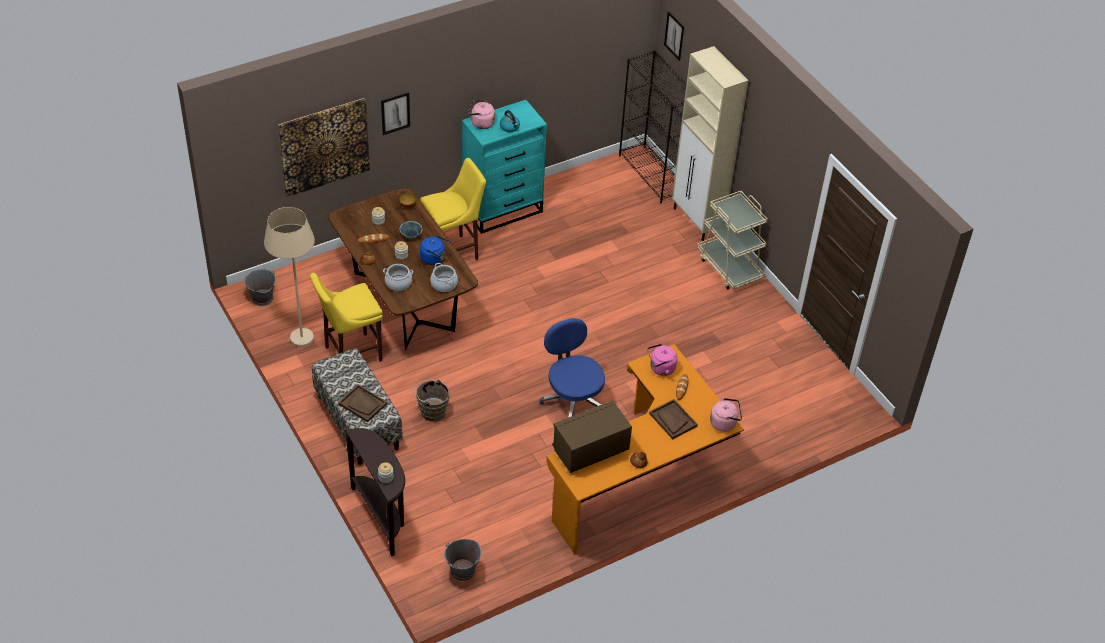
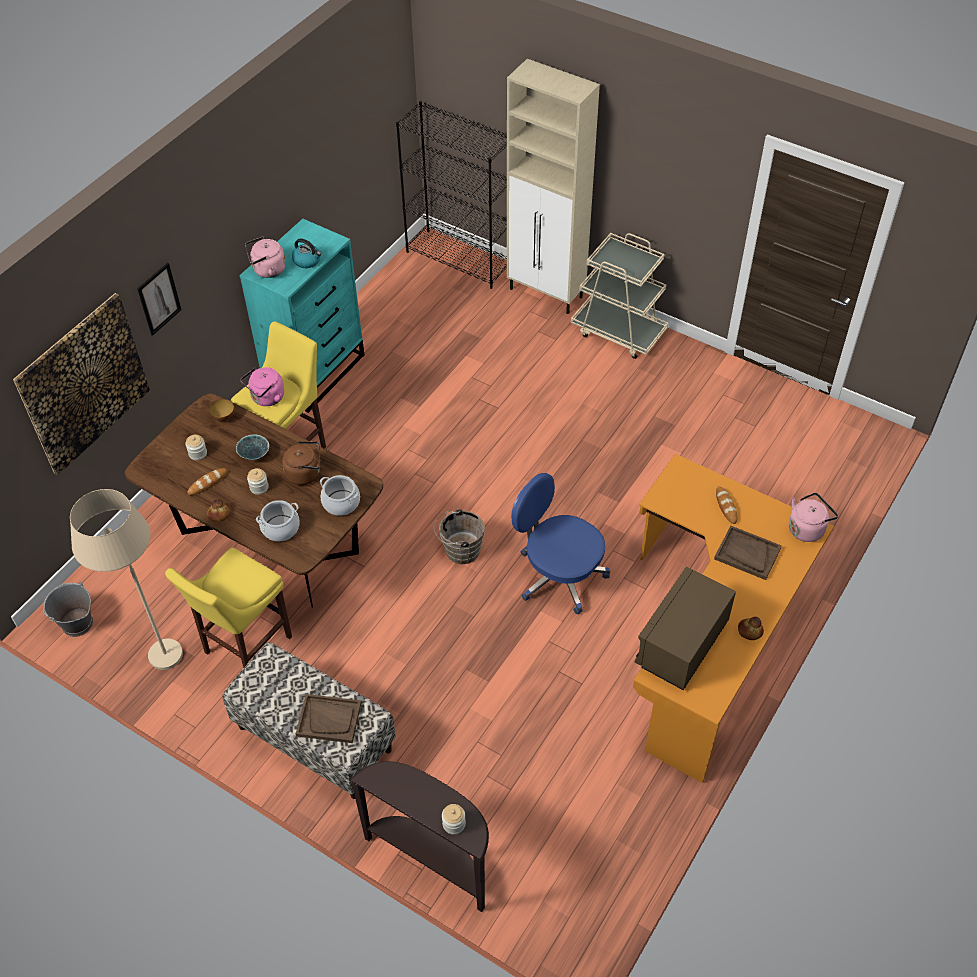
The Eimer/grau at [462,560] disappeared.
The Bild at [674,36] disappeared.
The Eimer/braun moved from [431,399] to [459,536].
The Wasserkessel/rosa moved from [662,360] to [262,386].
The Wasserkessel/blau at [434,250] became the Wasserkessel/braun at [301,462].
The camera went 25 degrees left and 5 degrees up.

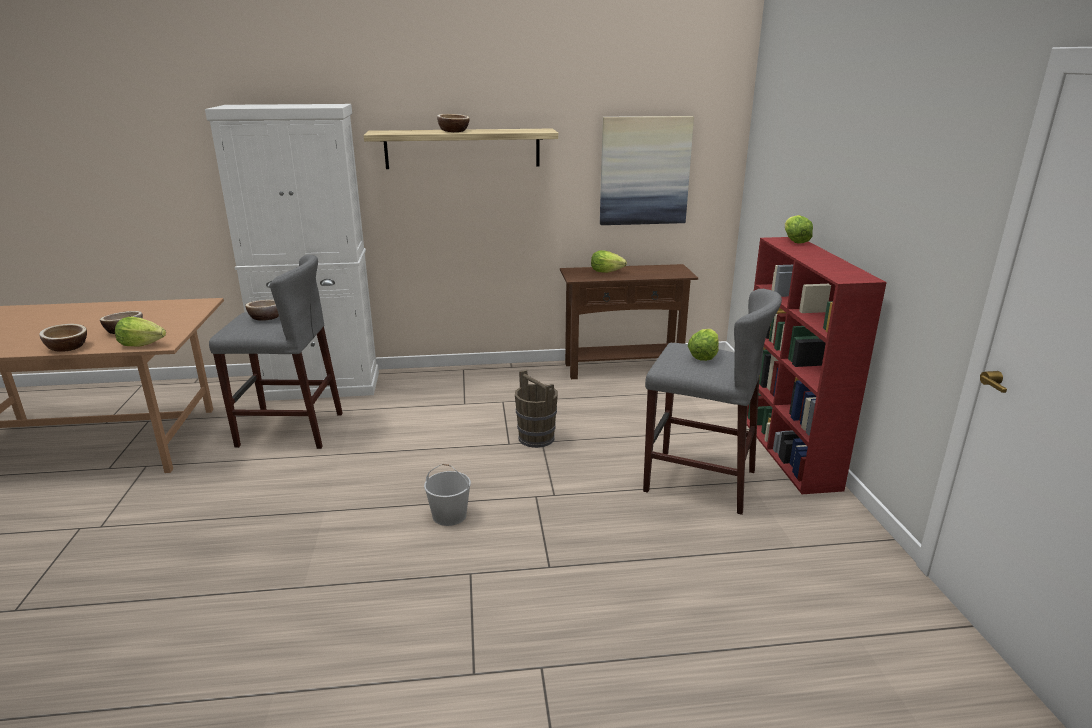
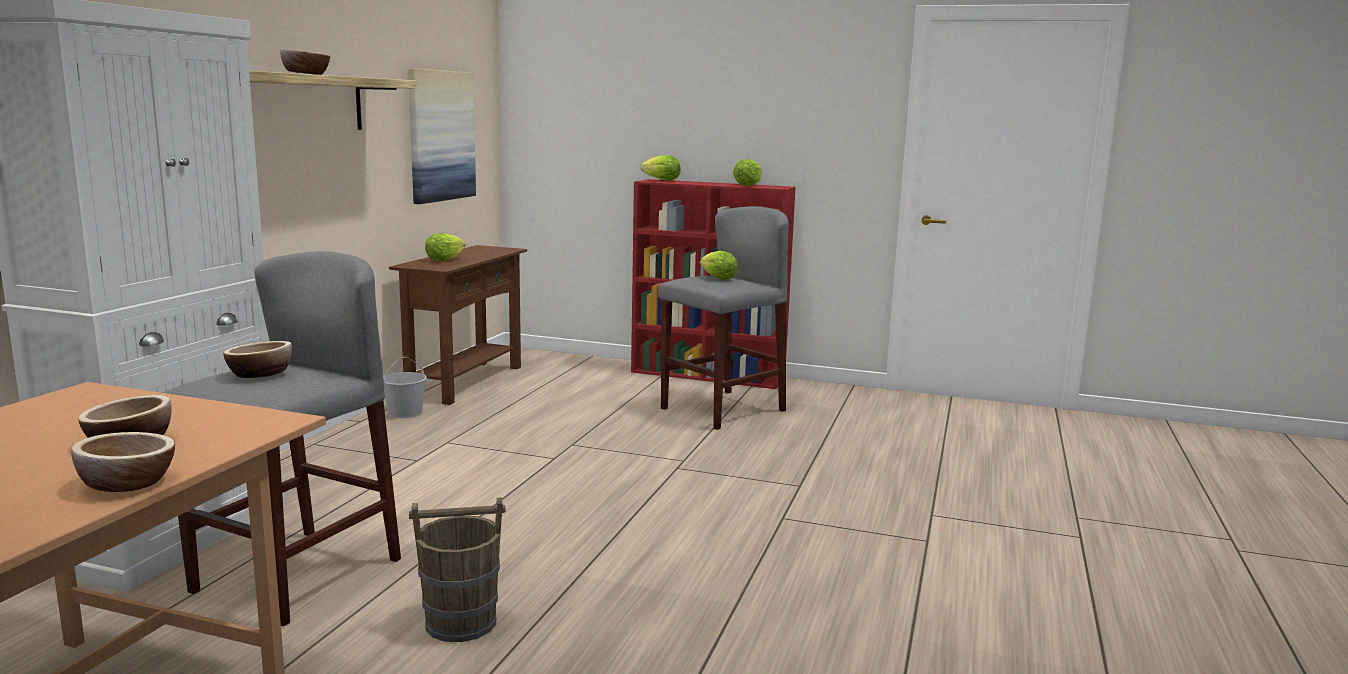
The Salatkopf moved from [140,332] to [747,172].
The Eimer/weiß moved from [447,495] to [405,387].
The Eimer/braun moved from [536,409] to [457,569].
The camera went 65 degrees left and 10 degrees down.

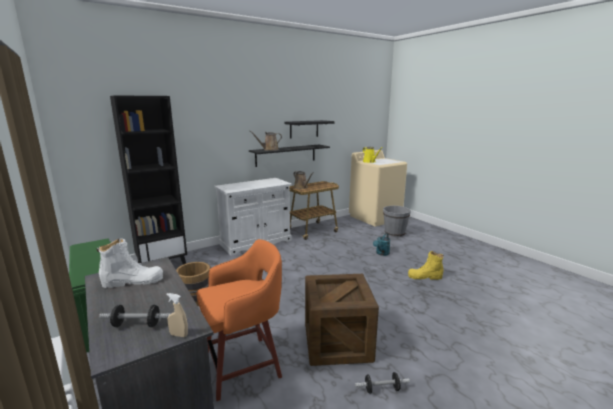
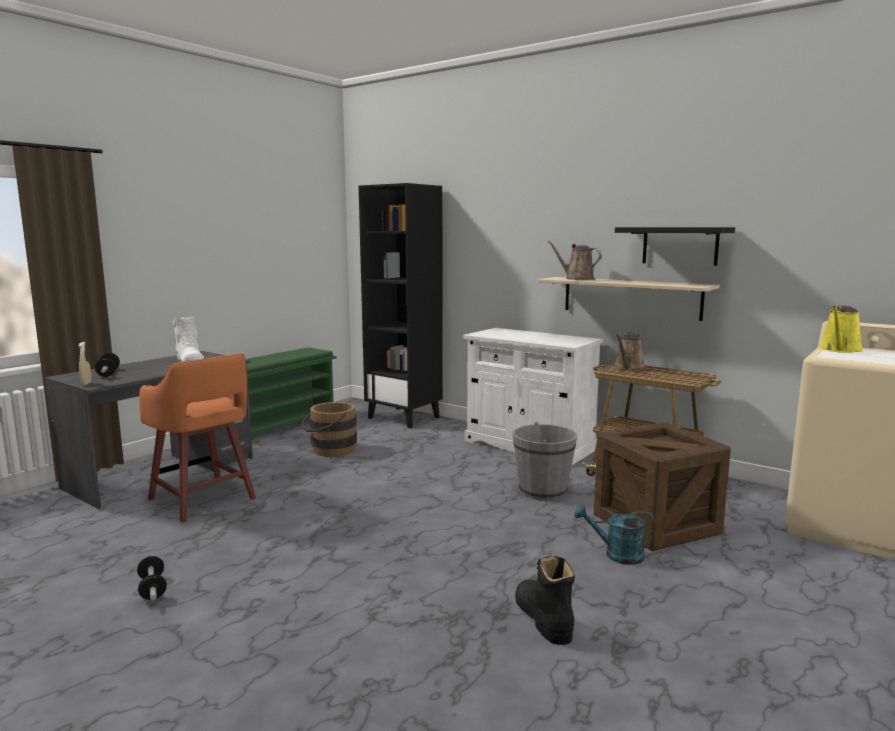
The Kiste moved from [342,320] to [662,486].
The Eimer/grau moved from [397,221] to [545,461].
The Wandregal/schwarz at [289,156] became the Wandregal/beige at [628,299].
The Stiefel/gelb at [426,265] became the Stiefel/schwarz at [545,600].
The camera went 70 degrees right and 5 degrees down.

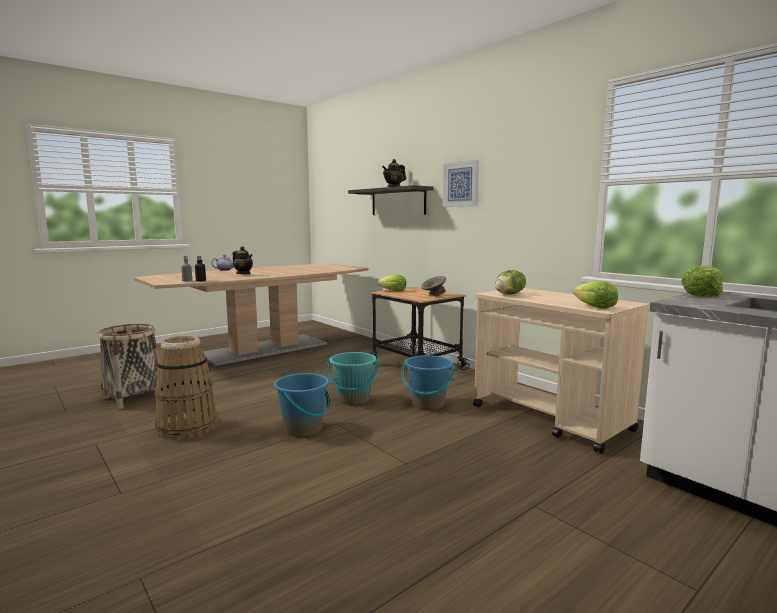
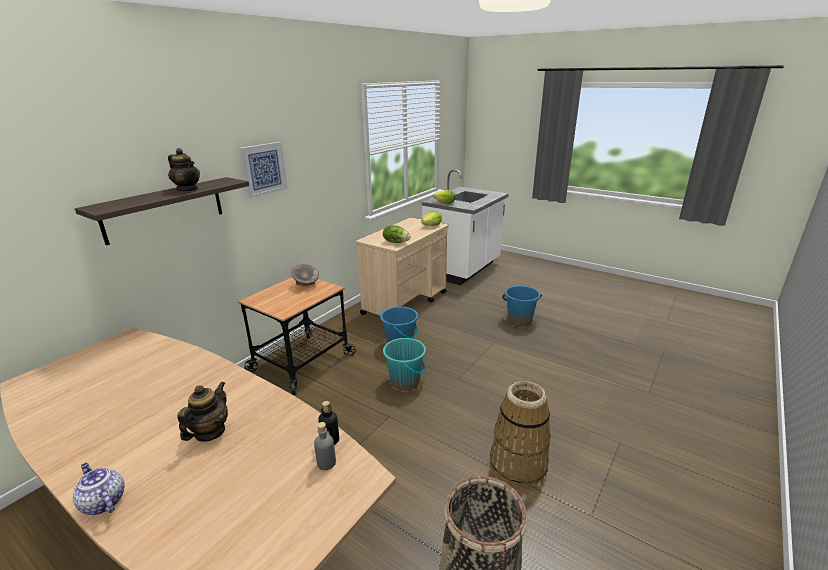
The Salatkopf at [392,283] disappeared.
The Eimer/blau moved from [302,405] to [522,306].
The camera went 105 degrees left and 15 degrees up.

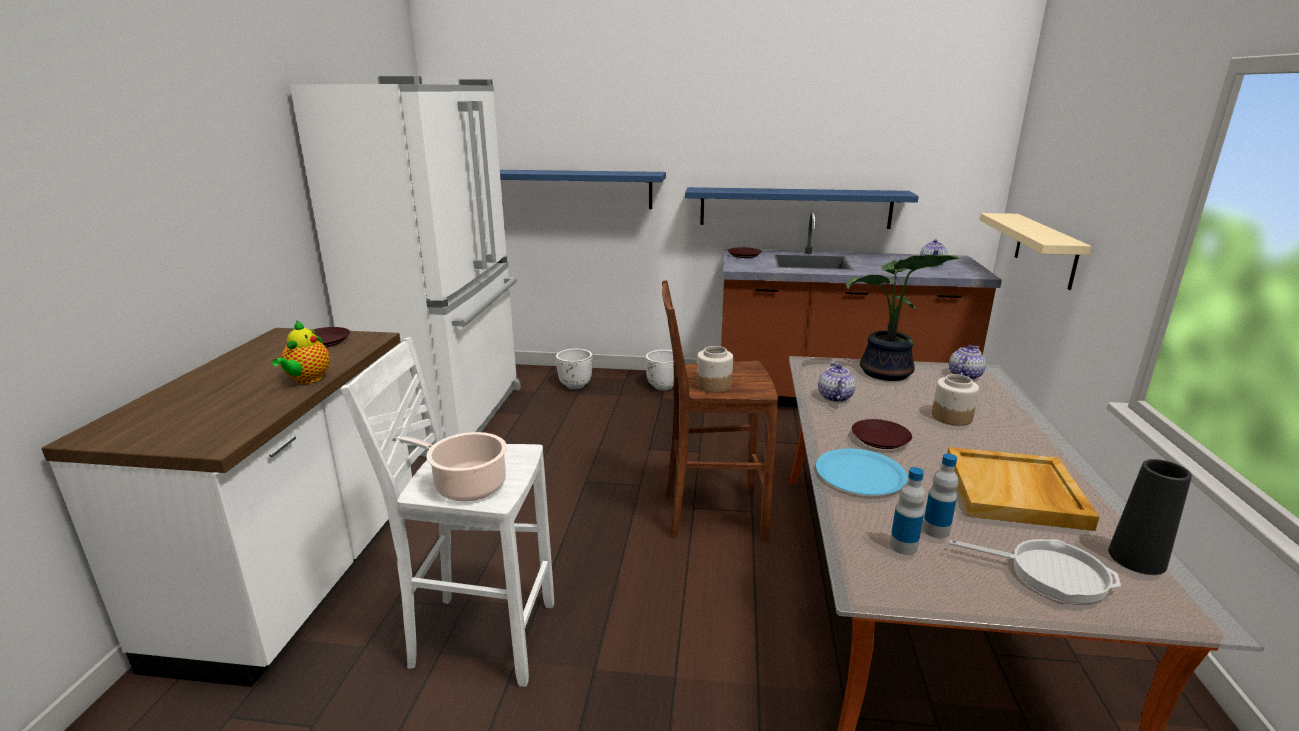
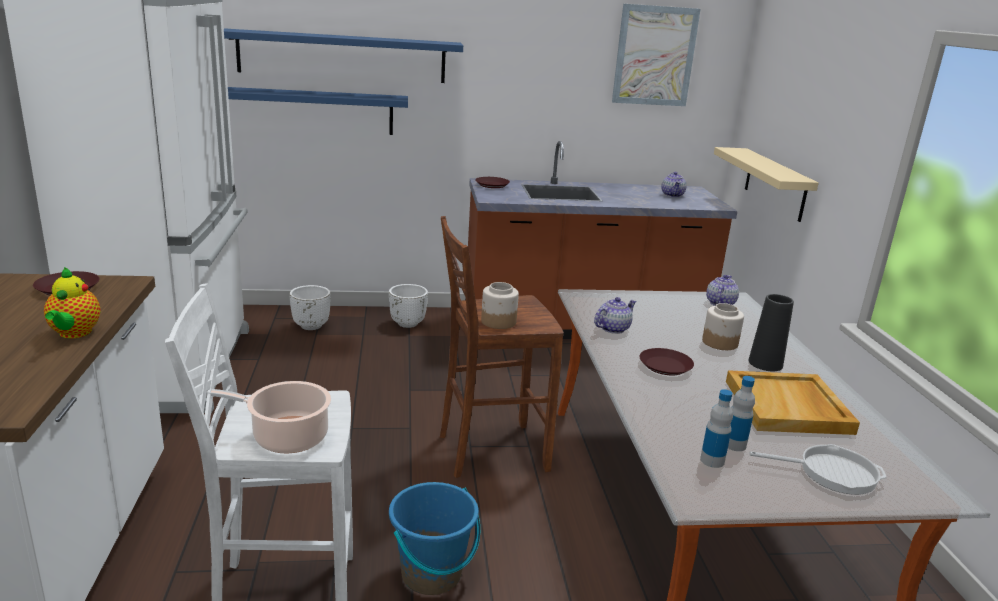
The Teller/blau at [862,471] disappeared.
The Topfpflanze at [902,317] disappeared.
The Eimer/blau at [434,538] appeared.
The Bild at [656,55] appeared.
The Wandregal/blau moved from [802,208] to [343,55].
The Vase/schwarz moved from [1150,517] to [771,332].
The Teekanne at [837,382] turned 60 degrees clockwise.
The camera went 15 degrees left and 0 degrees up.

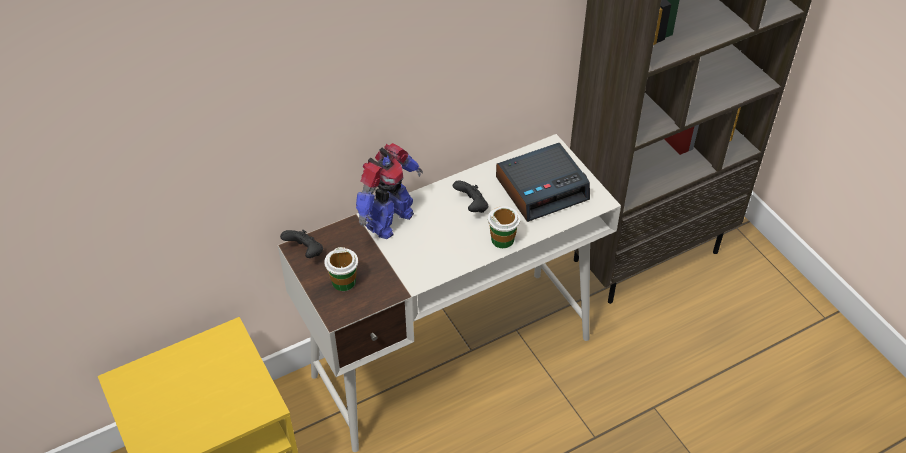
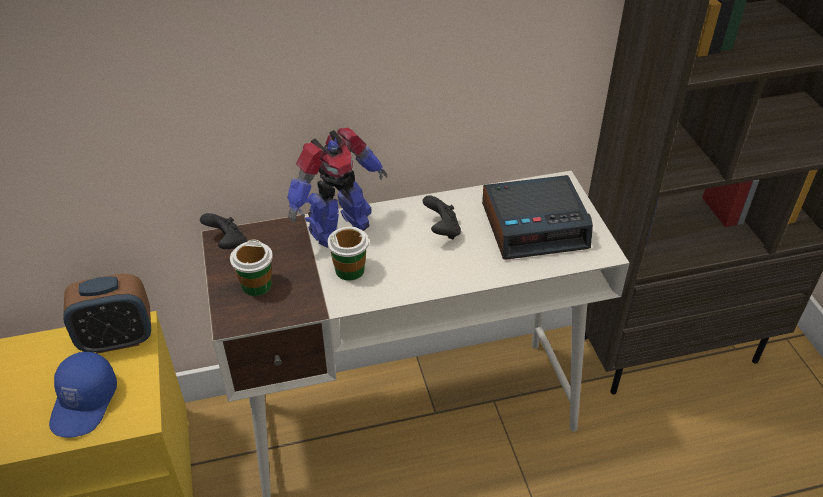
The Kappe/blau at [83,395] appeared.
The Wecker at [107,314] appeared.
The Tasse moved from [504,227] to [348,253].
The camera went 15 degrees right and 5 degrees down.

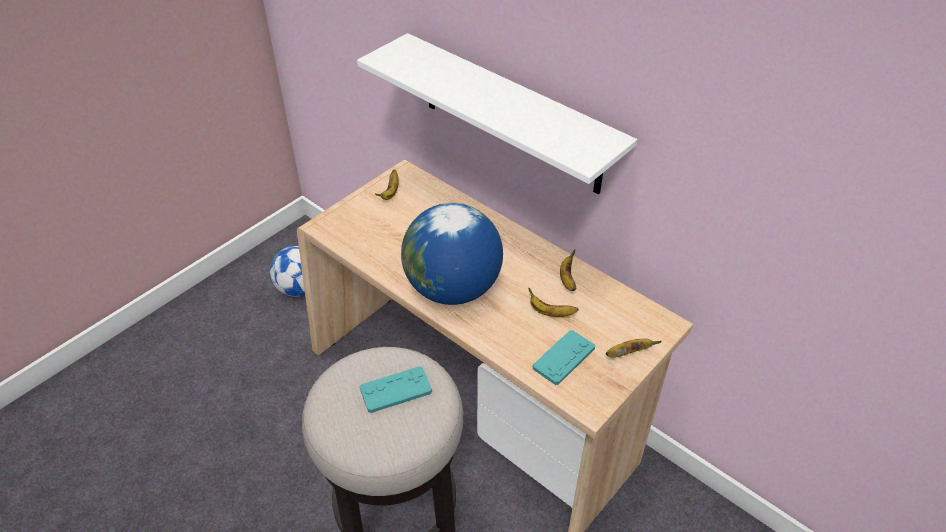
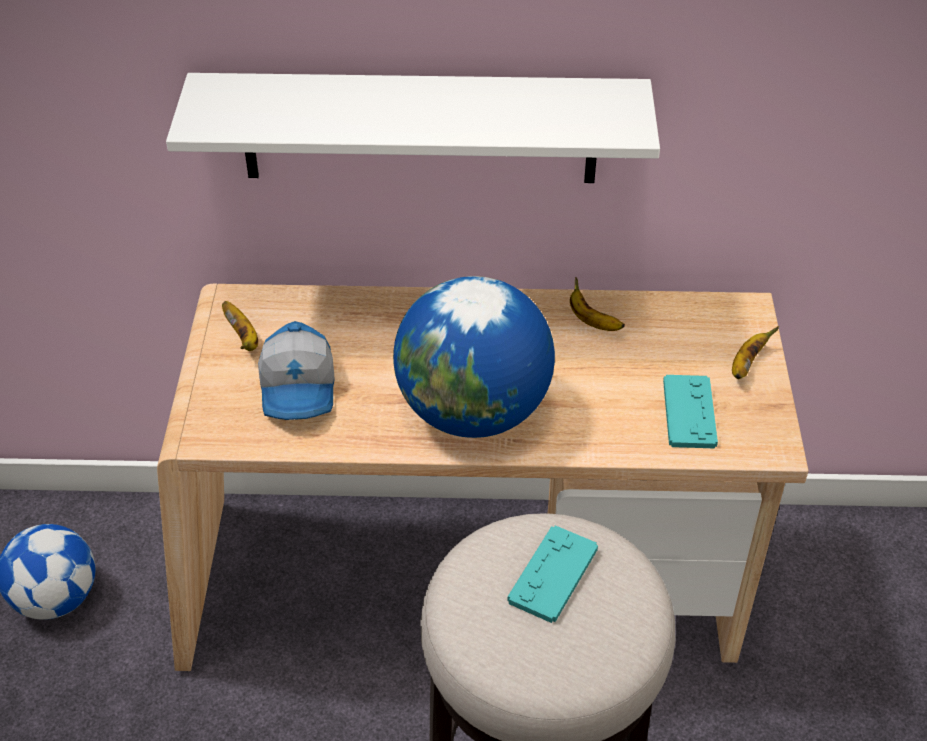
The Banane at [553,302] disappeared.
The Kappe at [296,370] appeared.
The camera went 40 degrees left and 0 degrees up.

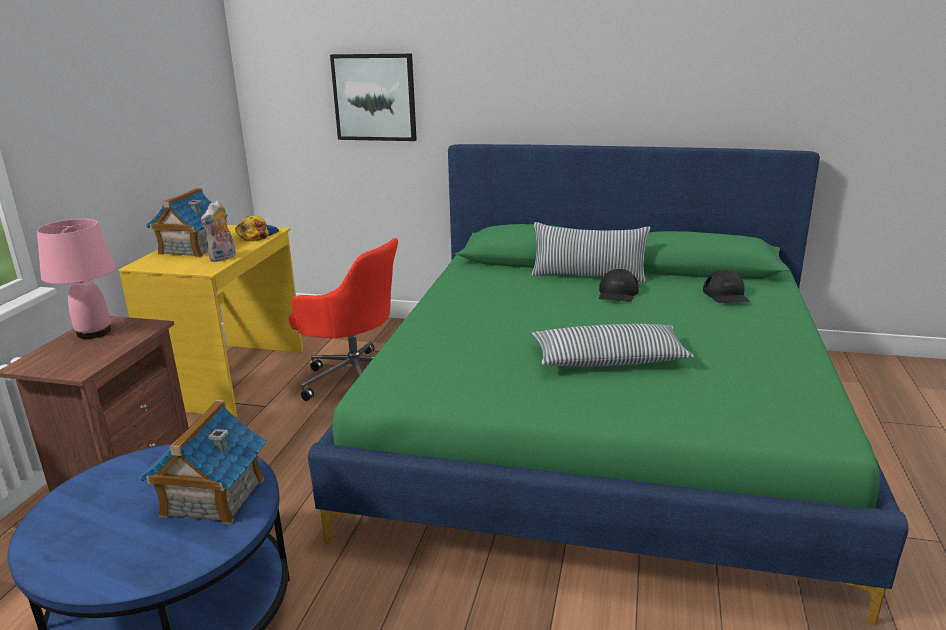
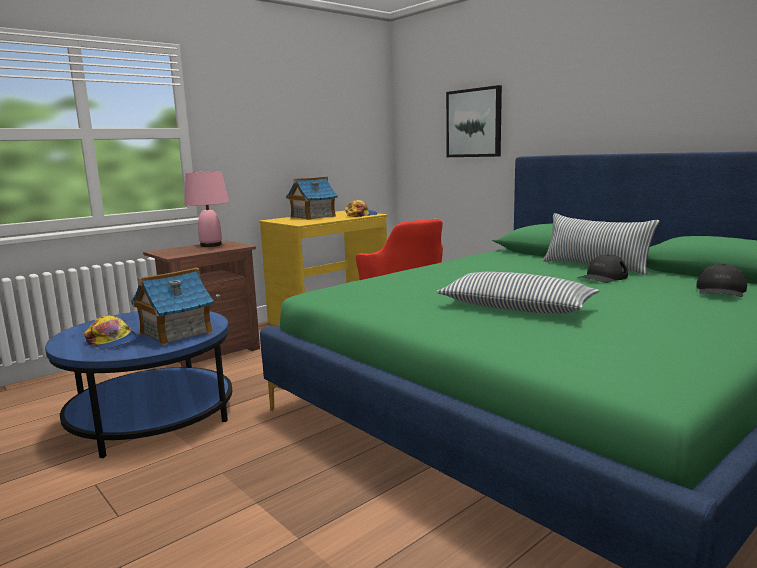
The Plüschtier at [218,231] disappeared.
The Kappe at [110,332] appeared.
The camera went 35 degrees right and 10 degrees down.

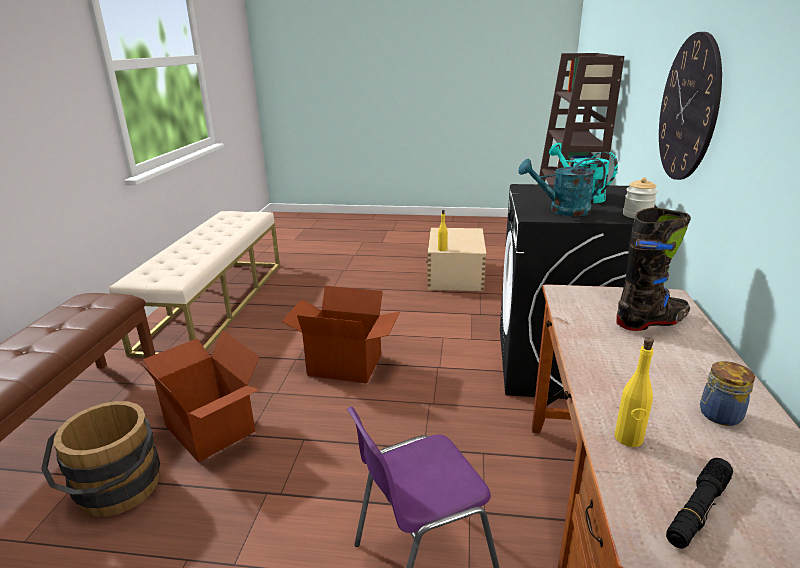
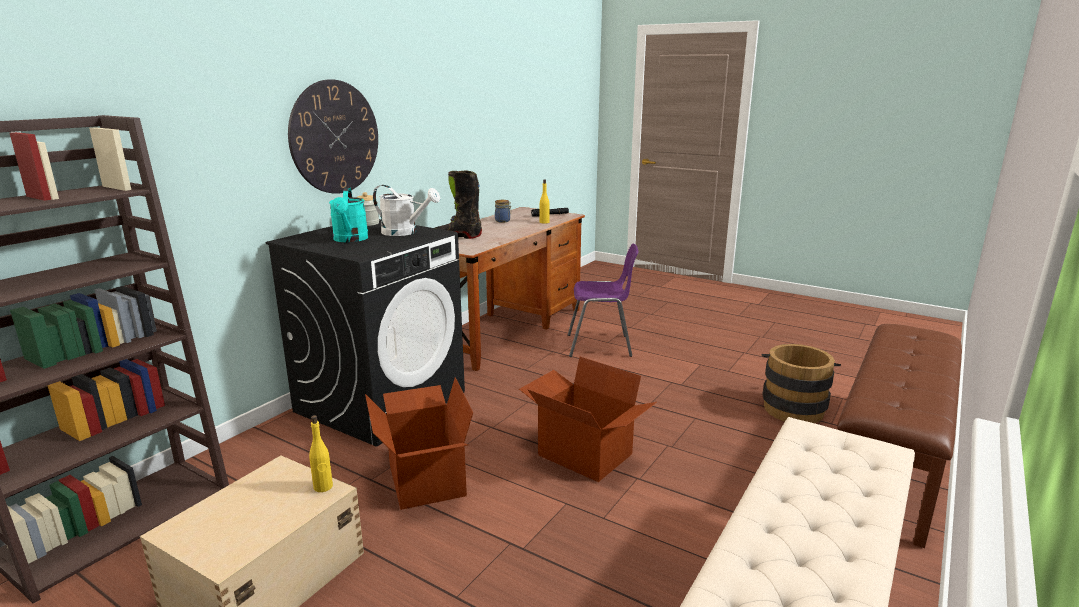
The Karton moved from [199,396] to [419,443].
The Gießkanne/türkis at [562,187] became the Gießkanne/weiß at [406,210].
The camera went 155 degrees left and 5 degrees down.

